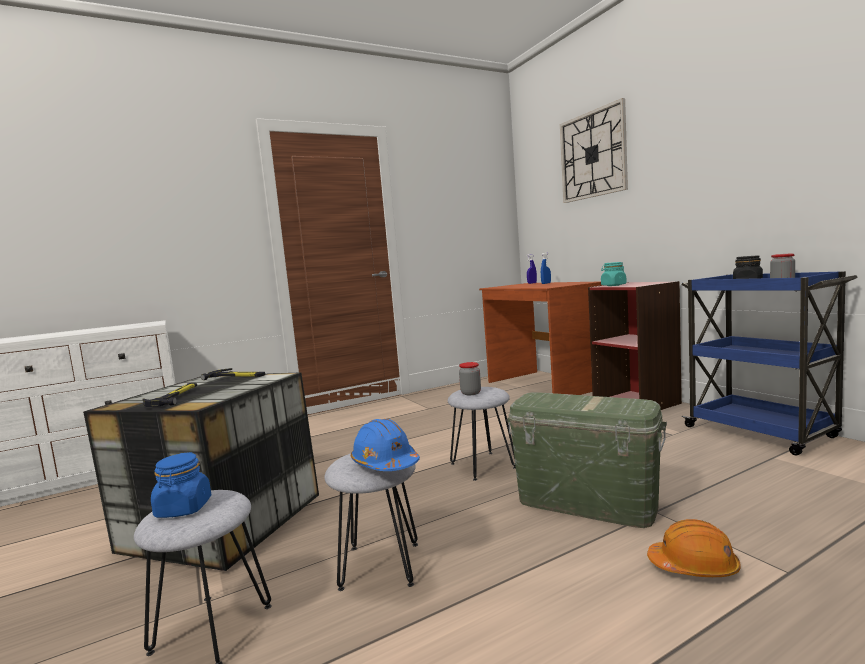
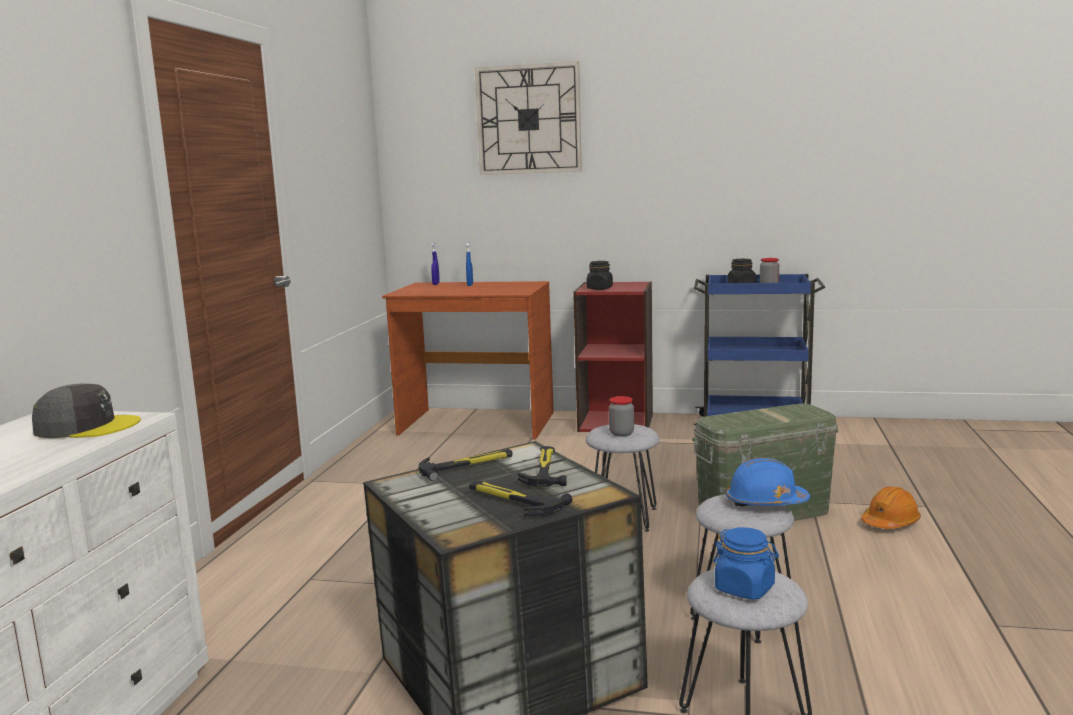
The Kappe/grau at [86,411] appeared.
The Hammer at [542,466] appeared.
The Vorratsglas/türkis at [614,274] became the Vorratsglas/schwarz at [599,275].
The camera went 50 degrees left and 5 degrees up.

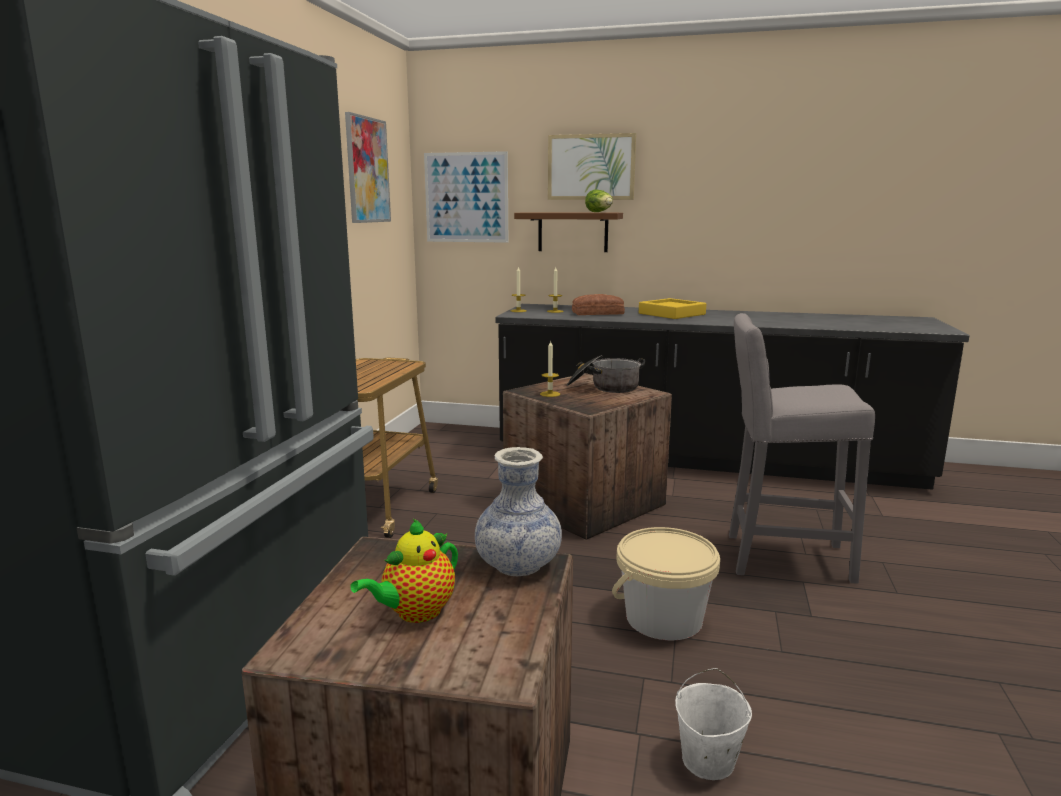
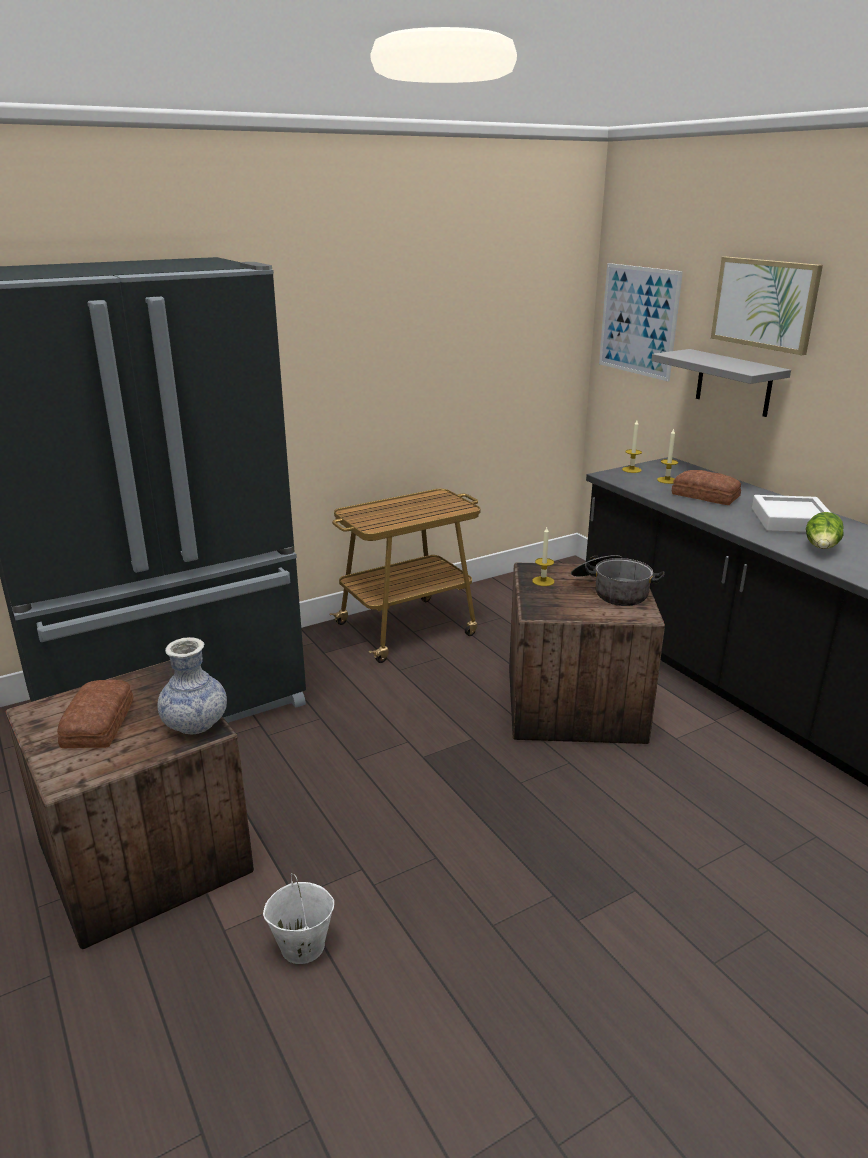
The Bild at [368,167] disappeared.
The Eimer/beige at [666,583] disappeared.
The Hocker/grau at [802,448] disappeared.
The Salatkopf moved from [599,201] to [825,530].
The Teekanne at [404,571] was replaced by the Brot at [95,714].
The Wandregal/braun at [568,232] became the Wandregal/grau at [721,383].
The Tablett/gelb at [672,308] became the Tablett/weiß at [791,514].
The camera went 45 degrees right and 10 degrees up.

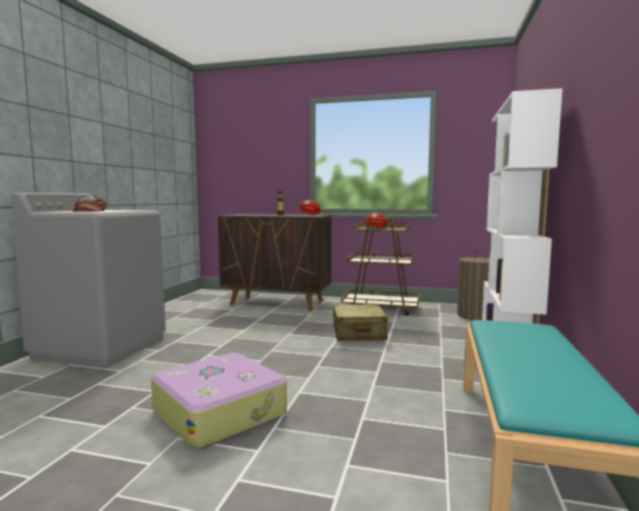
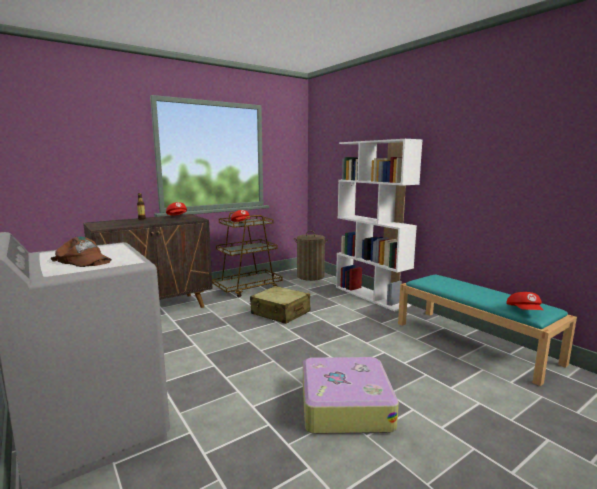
The Kappe/rot at [524,301] appeared.
The camera went 50 degrees left and 5 degrees up.

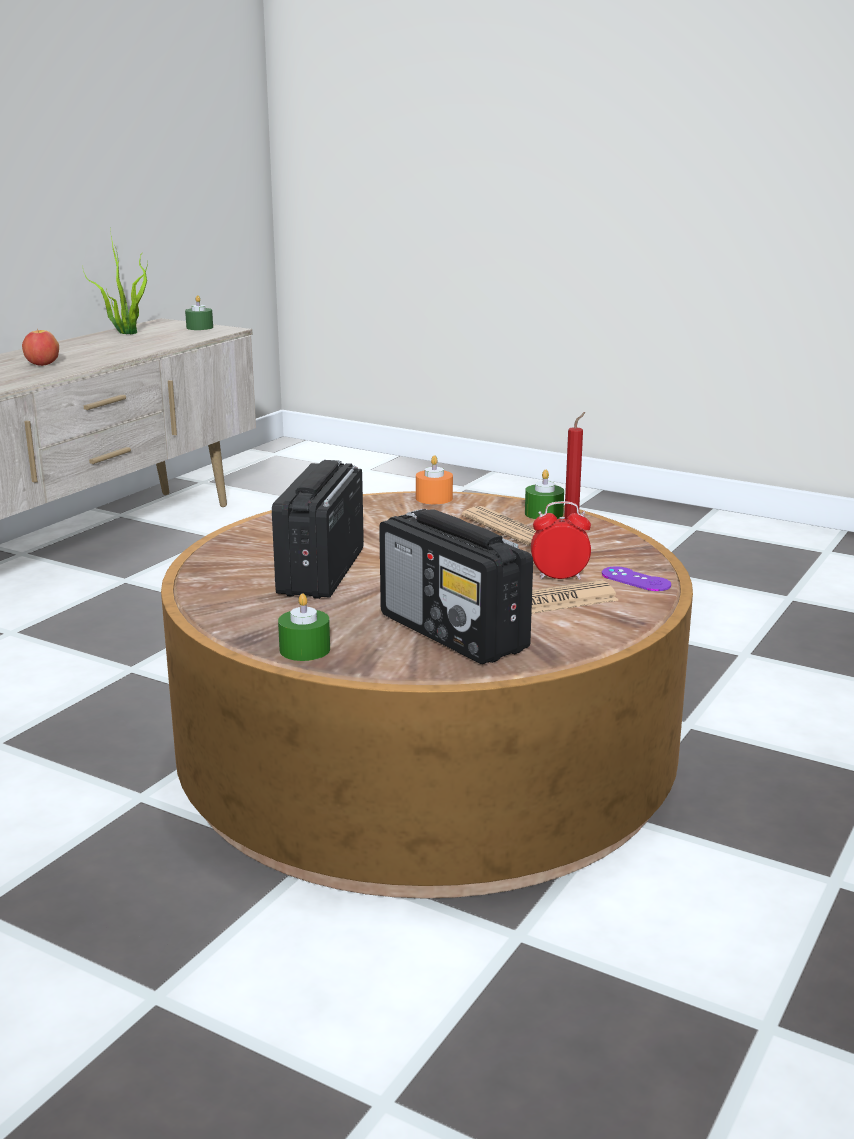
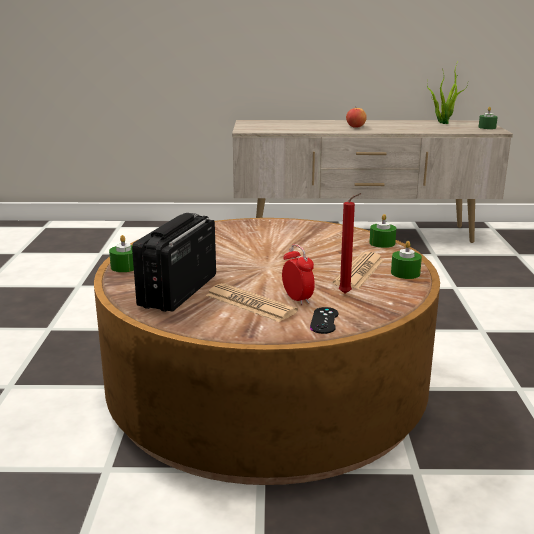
The Radio at [318,529] disappeared.
The Kerze/orange at [434,479] became the Kerze/grün at [382,231].
The Gamepad/lila at [636,578] became the Gamepad/schwarz at [324,320].
The camera went 60 degrees right and 0 degrees up.

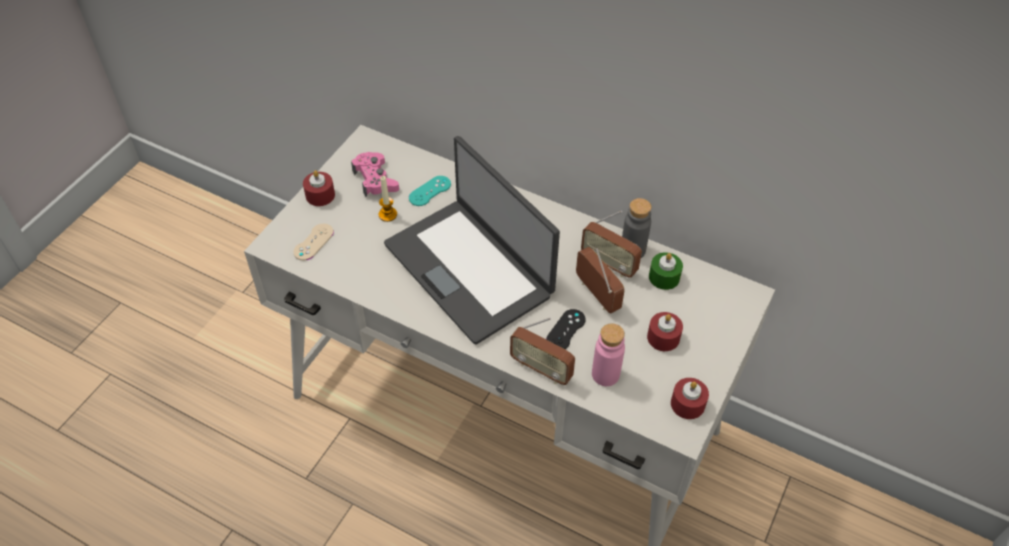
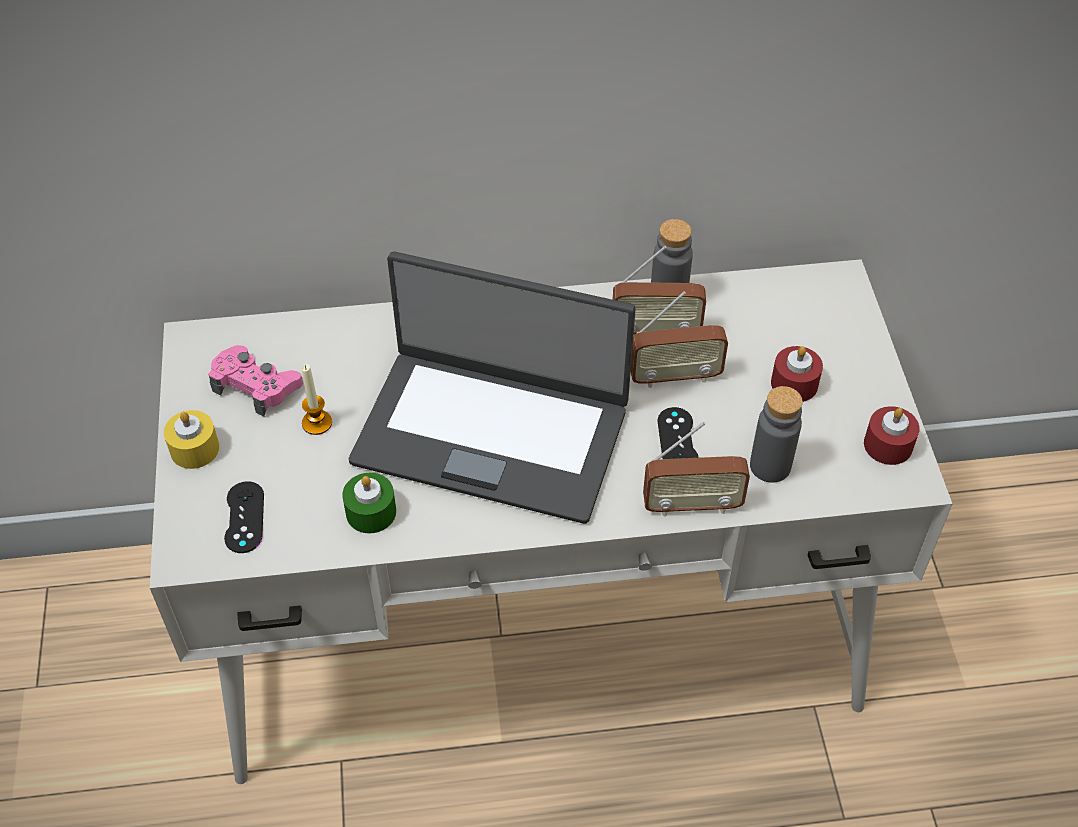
The Gamepad/türkis at [430,191] disappeared.
The Kerze/grün moved from [666,271] to [369,503].
The Gamepad/beige at [313,242] became the Gamepad/schwarz at [244,517].
The Kerze/rot at [319,188] became the Kerze/gelb at [191,439].
The Flasche/rosa at [608,354] became the Flasche/grau at [776,434].
The Radio at [600,280] turned 150 degrees clockwise.
The camera went 35 degrees left and 0 degrees up.

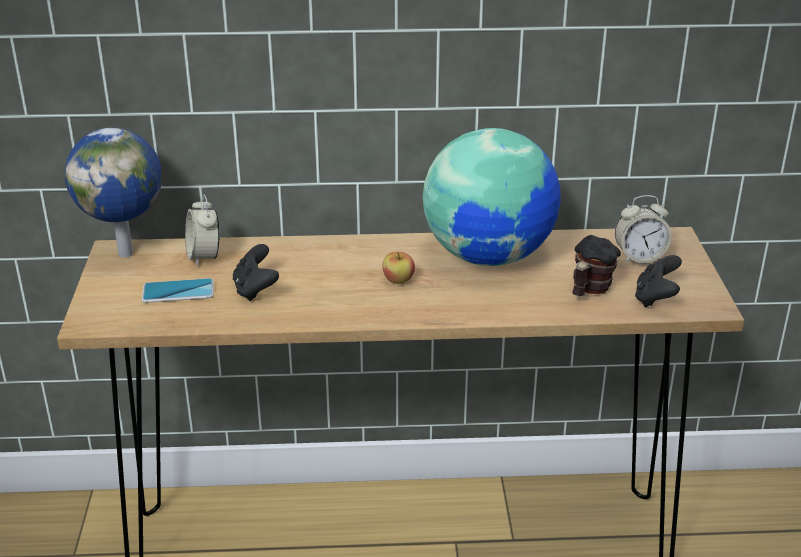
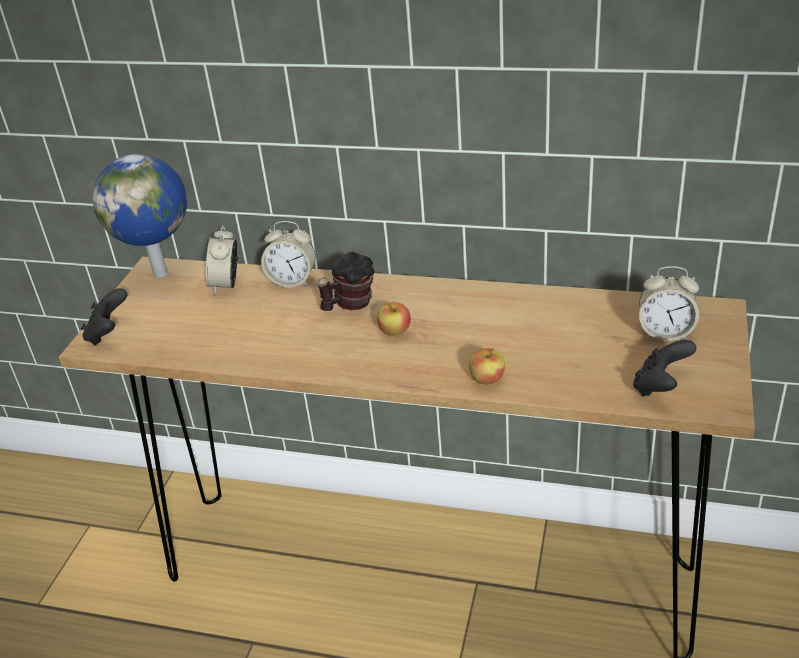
The Handy at [178,290] disappeared.
The Globus at [492,197] disappeared.
The Wecker at [288,254] appeared.
The Apfel at [487,366] appeared.
The Gamepad/schwarz moved from [256,272] to [104,317].
The Henkelbecher moved from [596,265] to [345,281].
The camera went 20 degrees right and 5 degrees up.

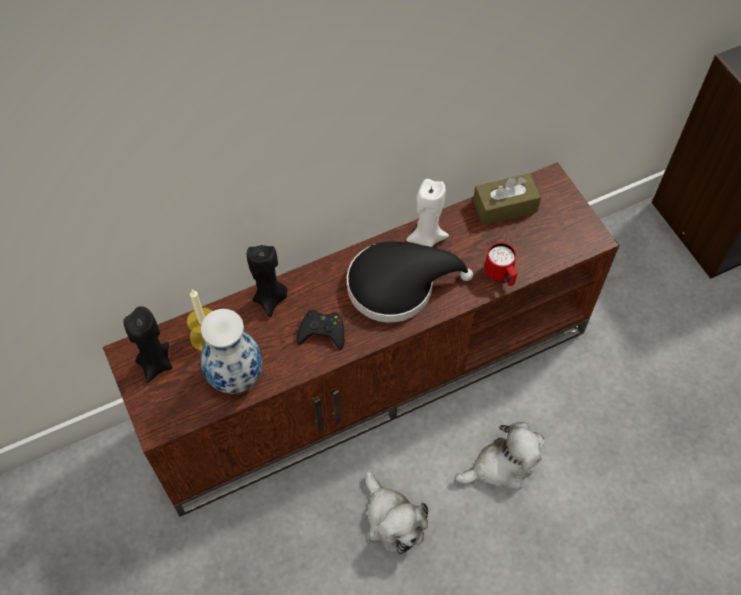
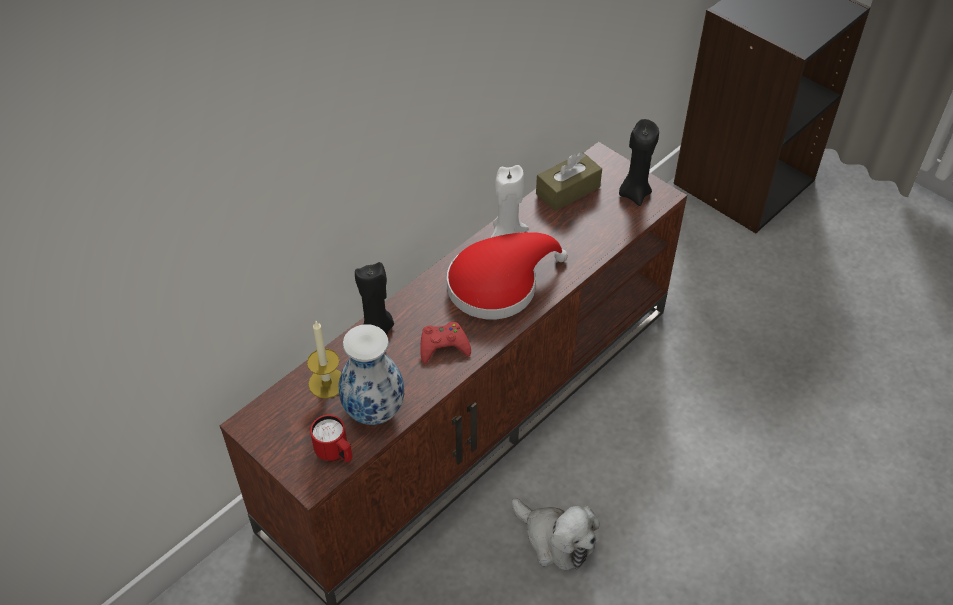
The Plüschtier at [499,456] disappeared.
The Kerze/schwarz moved from [147,344] to [639,162].
The Henkelbecher/rot moved from [501,264] to [331,438].
The Gamepad/schwarz at [320,330] became the Gamepad/rot at [445,343].
The Hut/schwarz at [410,282] became the Hut/rot at [507,276].
The camera went 20 degrees left and 10 degrees down.

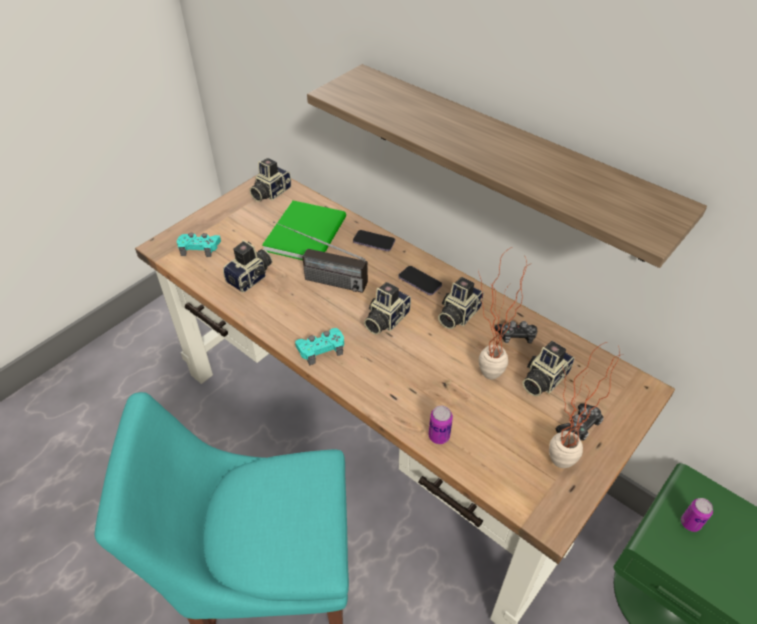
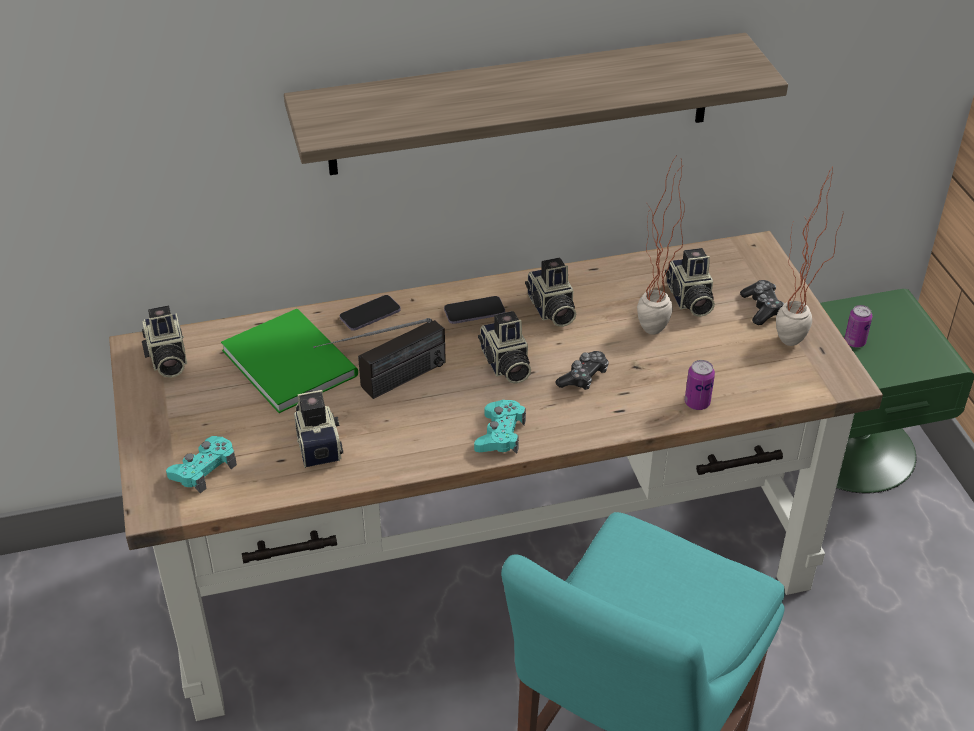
The Gamepad moved from [515,332] to [582,370].
The camera went 55 degrees left and 5 degrees down.

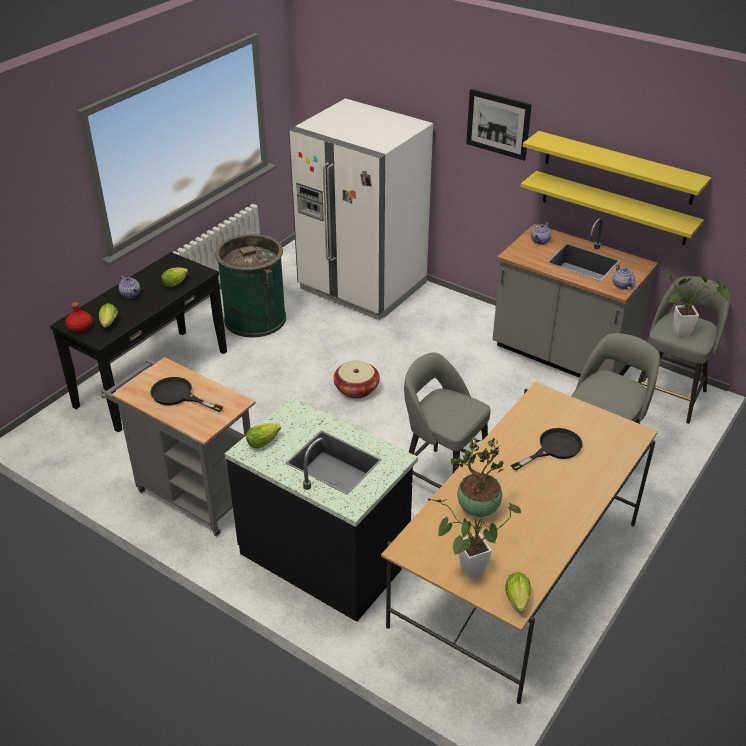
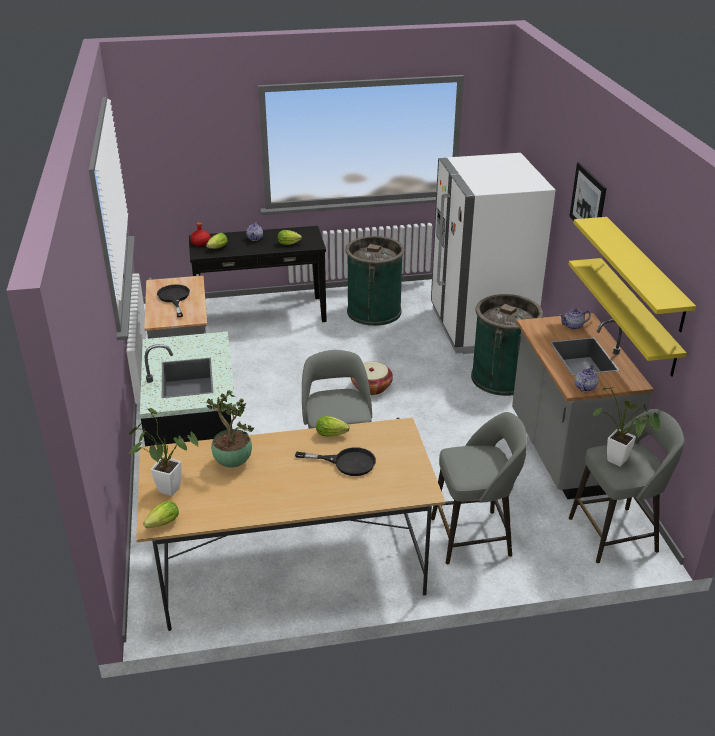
The Mülleimer/grün at [507,345] appeared.
The Salatkopf moved from [263,435] to [333,426].
The camera went 45 degrees right and 5 degrees down.

